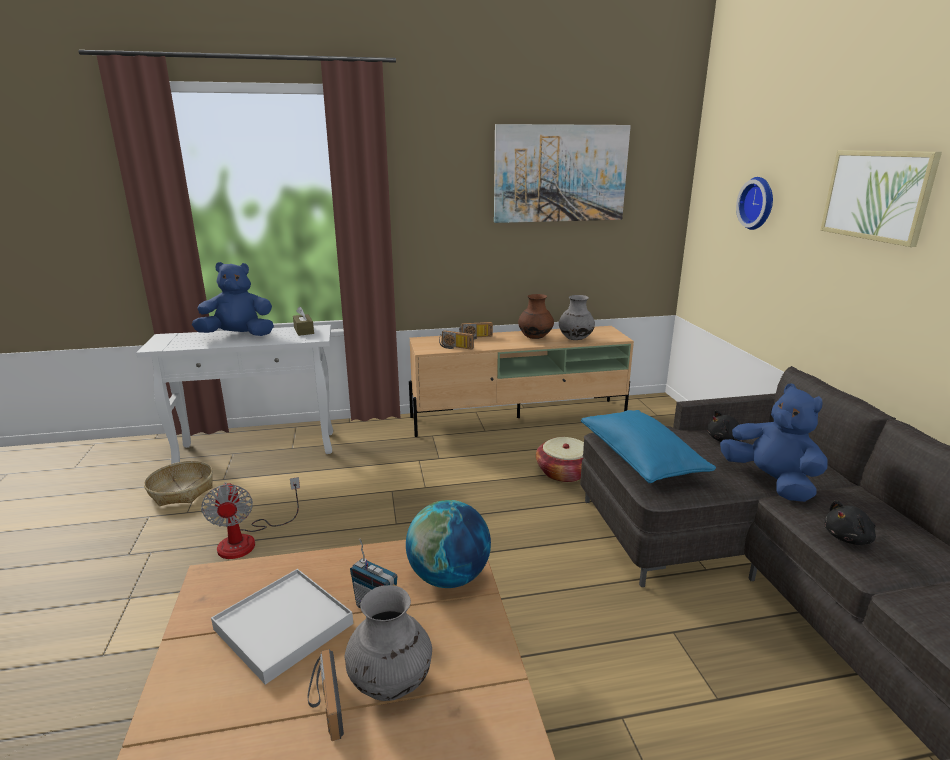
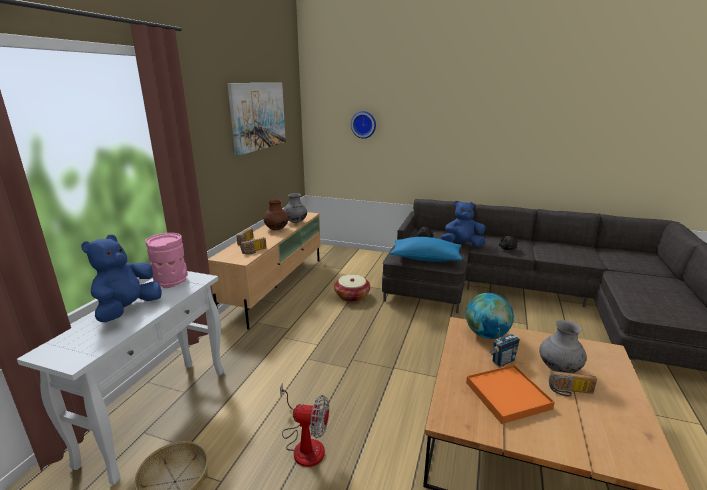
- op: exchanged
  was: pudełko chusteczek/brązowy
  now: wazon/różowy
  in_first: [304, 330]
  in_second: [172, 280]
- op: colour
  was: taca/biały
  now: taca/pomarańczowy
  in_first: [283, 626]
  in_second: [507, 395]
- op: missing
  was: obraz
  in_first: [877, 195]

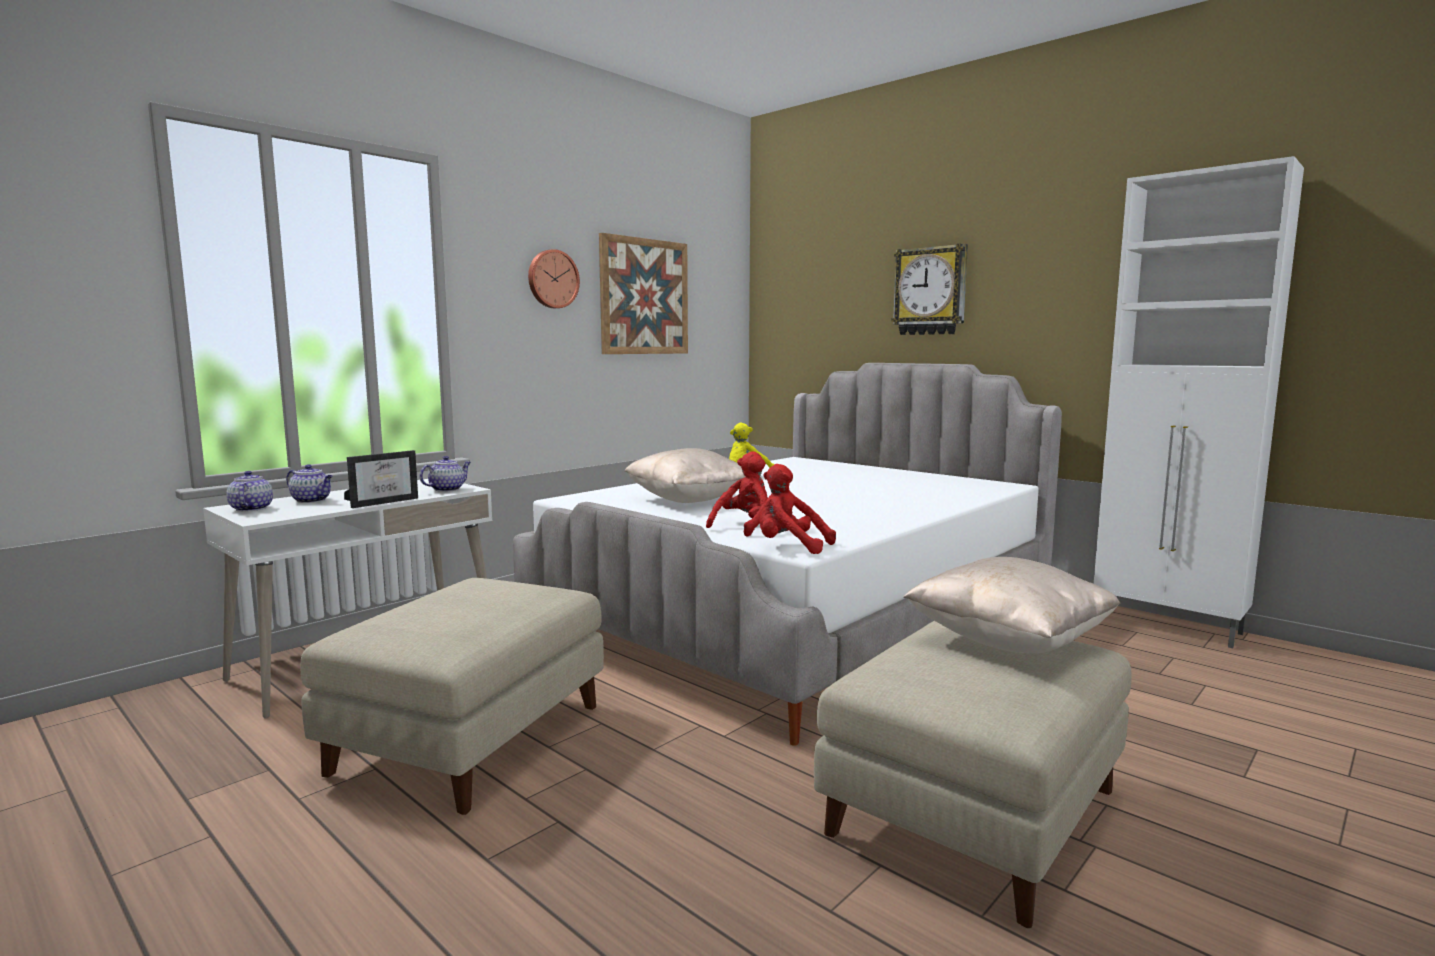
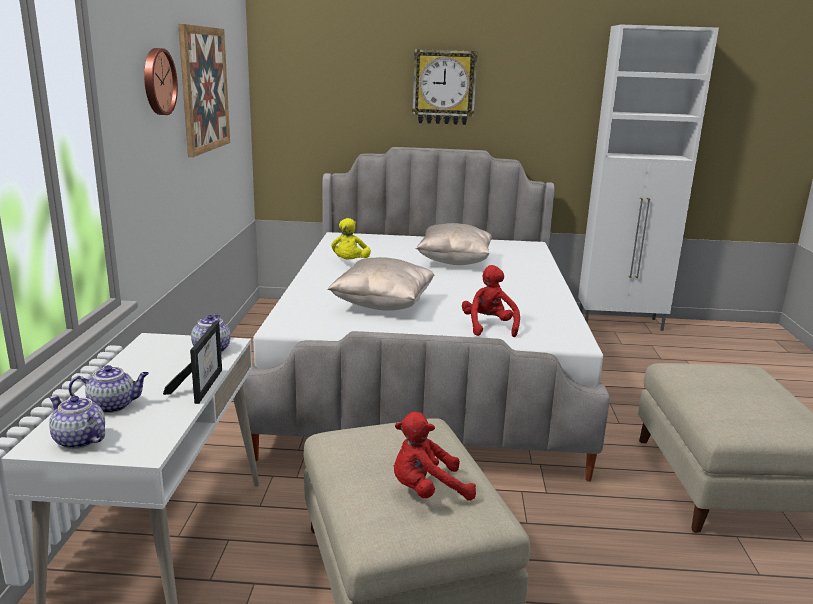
- op: relocated
  was: pluszak/czerwony
  in_first: [789, 547]
  in_second: [427, 491]
- op: relocated
  was: poduszka/beżowy
  in_first: [1009, 641]
  in_second: [454, 262]

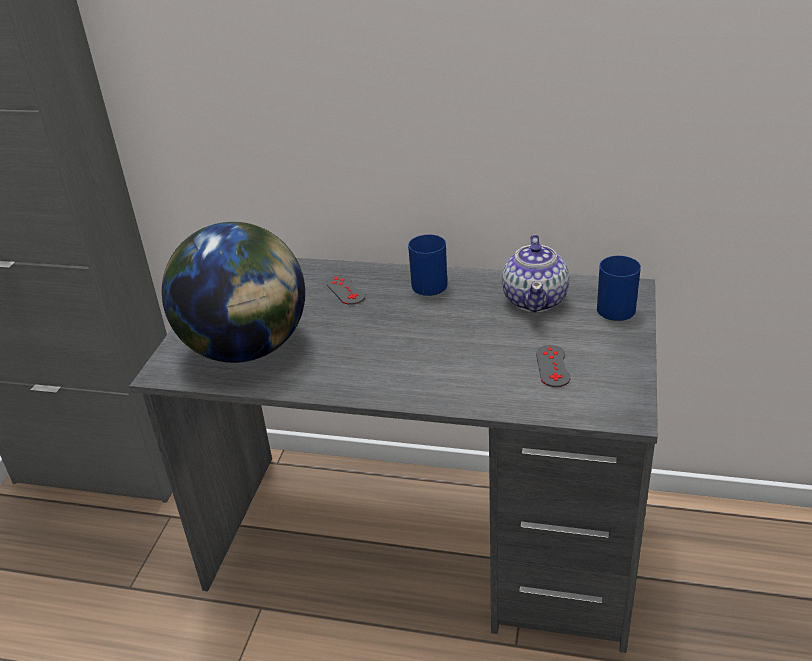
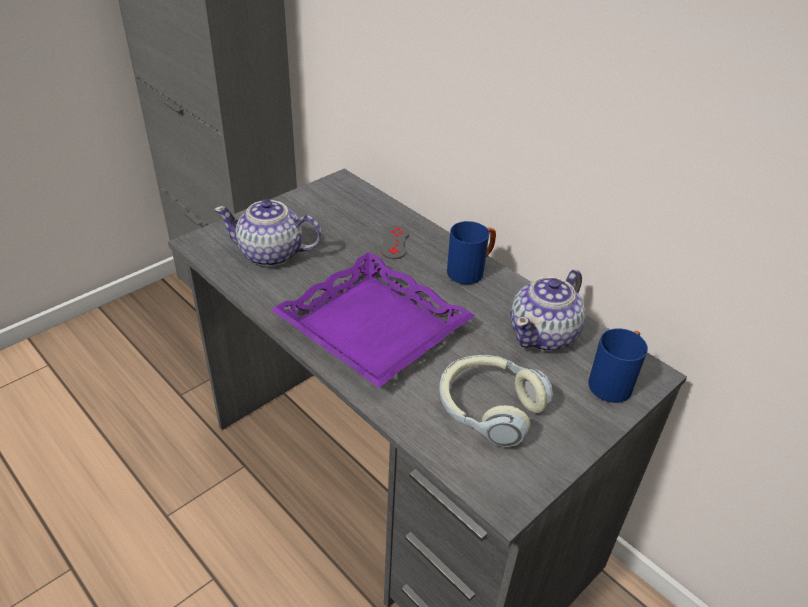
- op: exchanged
  was: globus
  now: imbryk
  in_first: [247, 348]
  in_second: [271, 254]
- op: appeared
  now: taca/fioletowy
  in_second: [371, 328]
- op: exchanged
  was: pad do gier/szary
  now: słuchawki
  in_first: [552, 366]
  in_second: [489, 408]

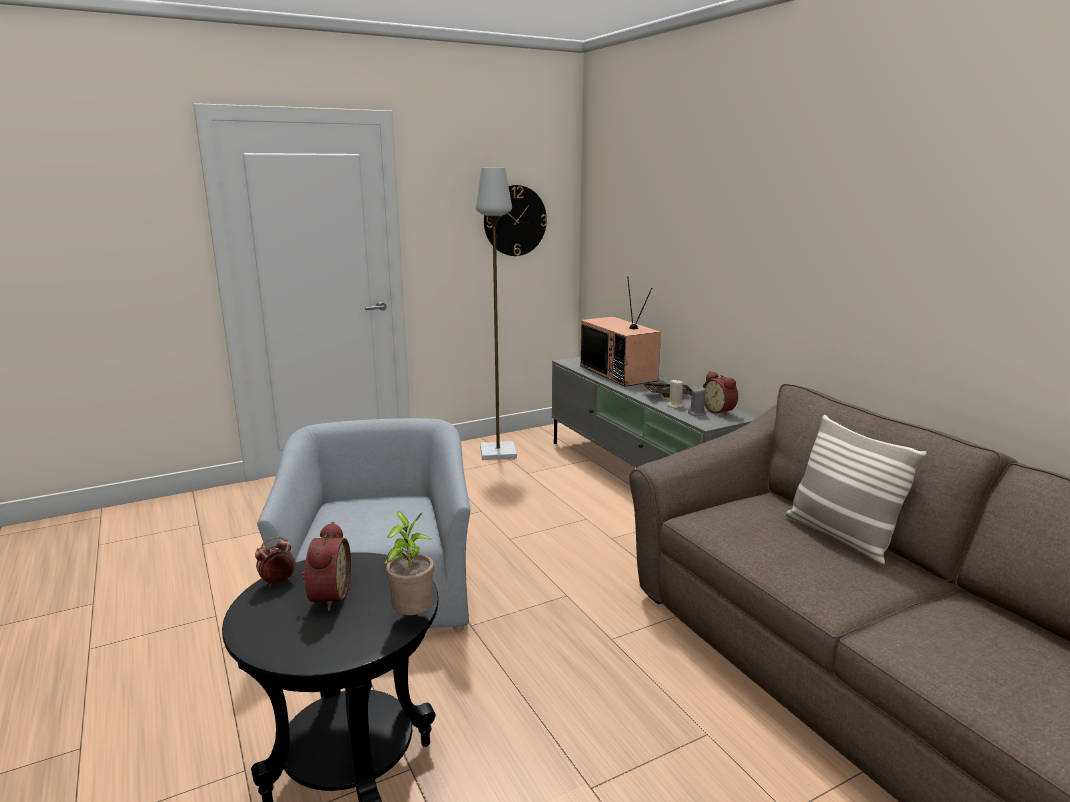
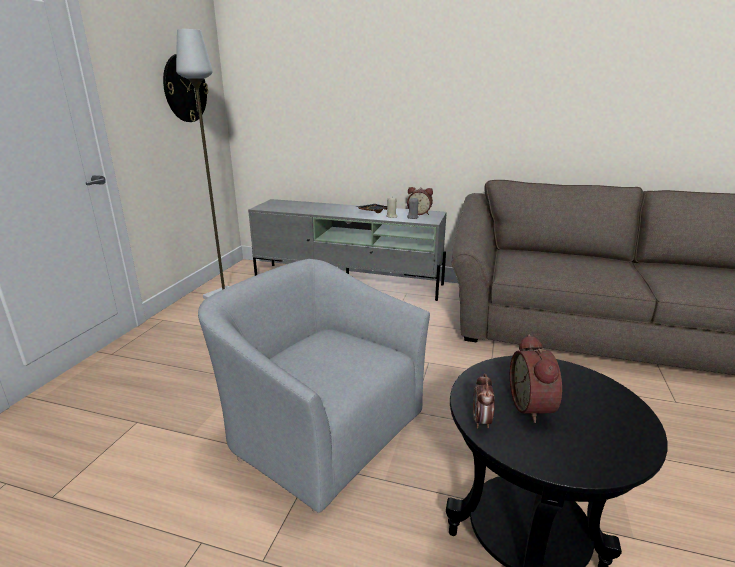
- op: spun
  was: budzik
  in_first: [327, 596]
  in_second: [534, 406]
  clockwise: -135
- op: missing
  was: roślina doniczkowa
  in_first: [412, 617]
- op: missing
  was: telewizor
  in_first: [620, 373]
- op: missing
  was: poduszka
  in_first: [840, 537]

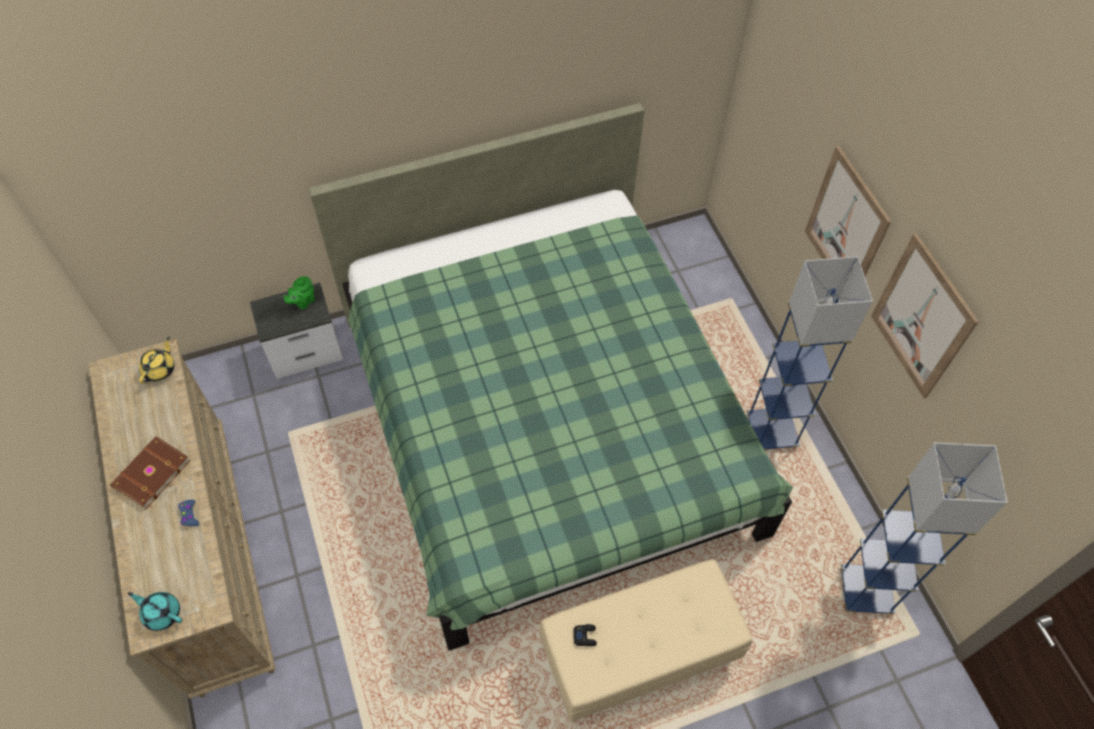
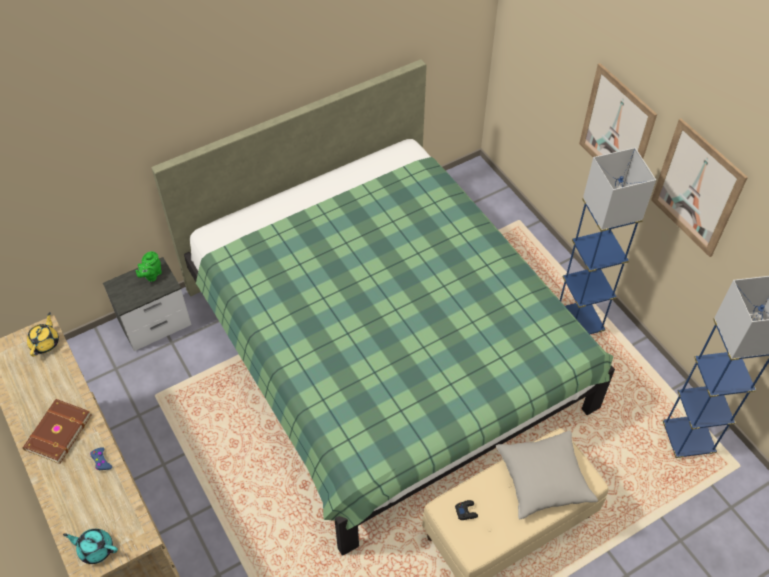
- op: appeared
  now: poduszka/szary
  in_second: [543, 479]

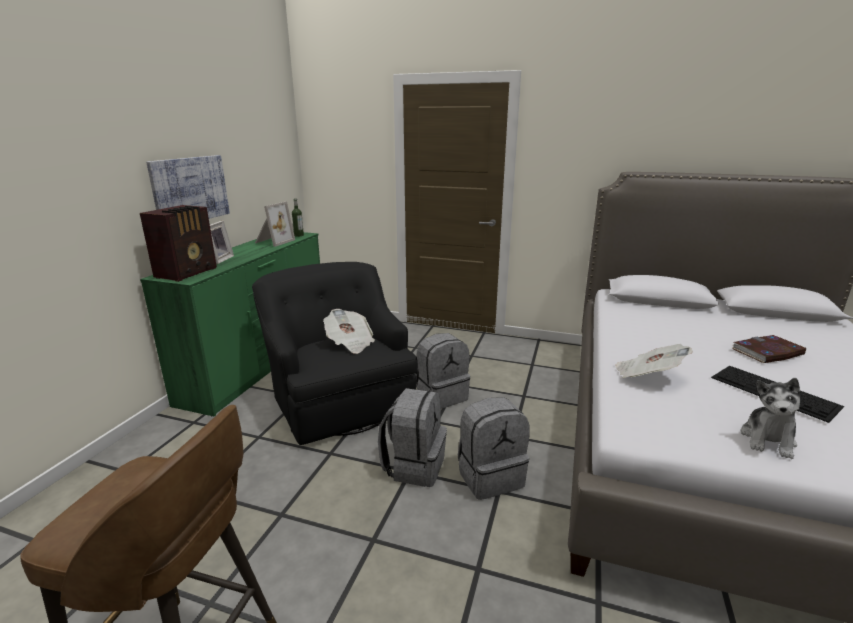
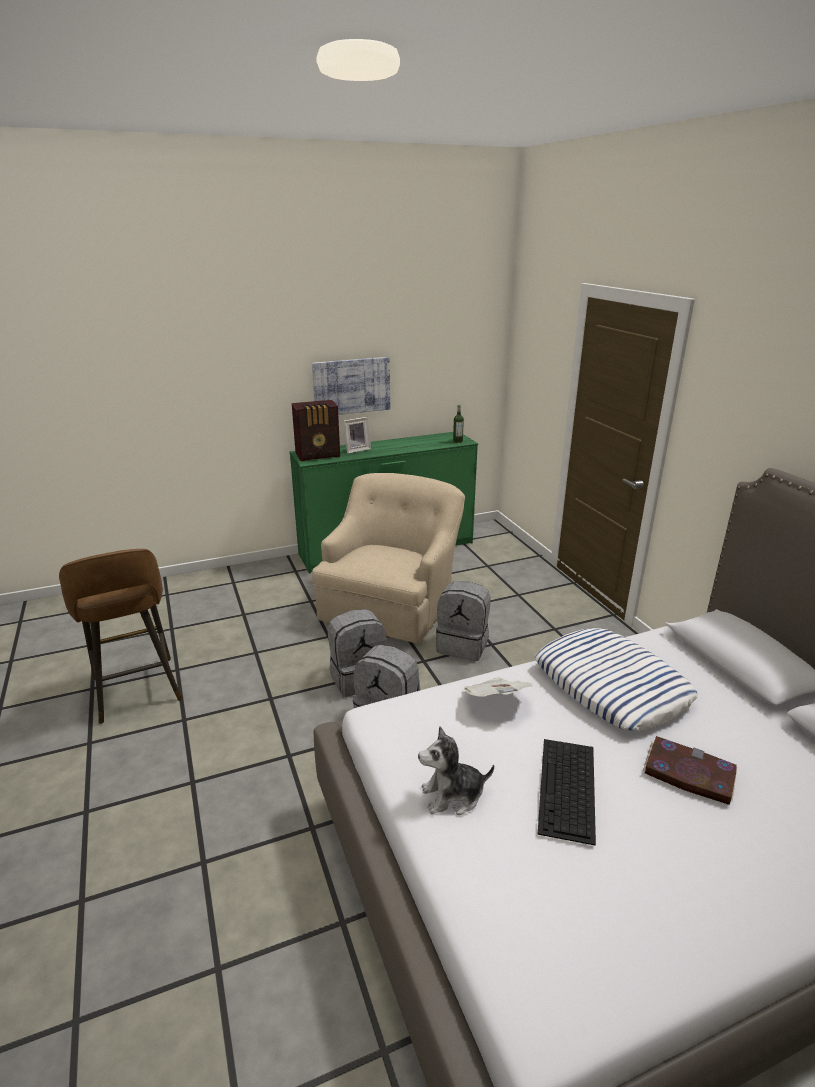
- op: colour
  was: fotel/czarny
  now: fotel/beżowy
  in_first: [340, 399]
  in_second: [391, 605]
- op: appeared
  now: poduszka
  in_second: [611, 686]
- op: missing
  was: ramka na zdjęcie
  in_first: [273, 241]
- op: missing
  was: gazeta
  in_first: [350, 343]

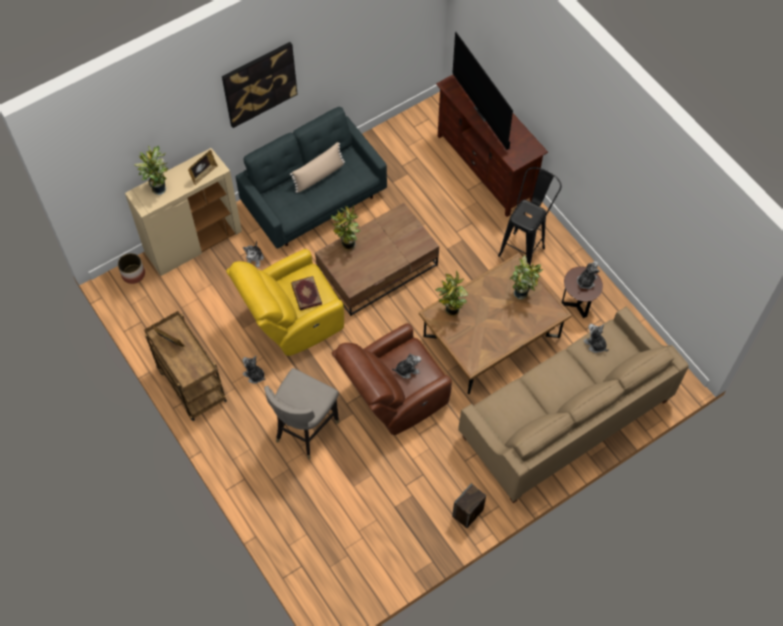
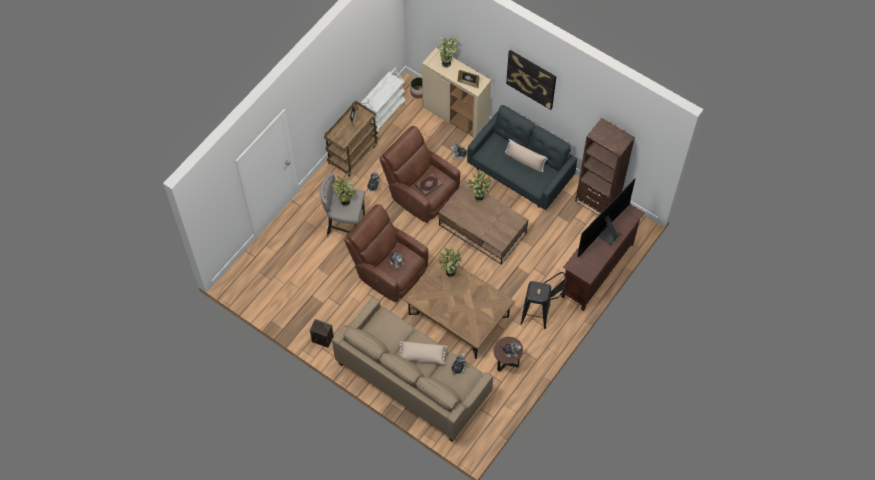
- op: relocated
  was: roślina doniczkowa
  in_first: [522, 293]
  in_second: [345, 203]
- op: appeared
  now: wózek/biały
  in_second: [383, 113]
- op: colour
  was: fotel/żółty
  now: fotel/brązowy
  in_first: [291, 320]
  in_second: [421, 192]
- op: appeared
  now: poduszka/beżowy
  in_second: [422, 355]
- op: appeared
  now: regał/brązowy
  in_second: [597, 201]

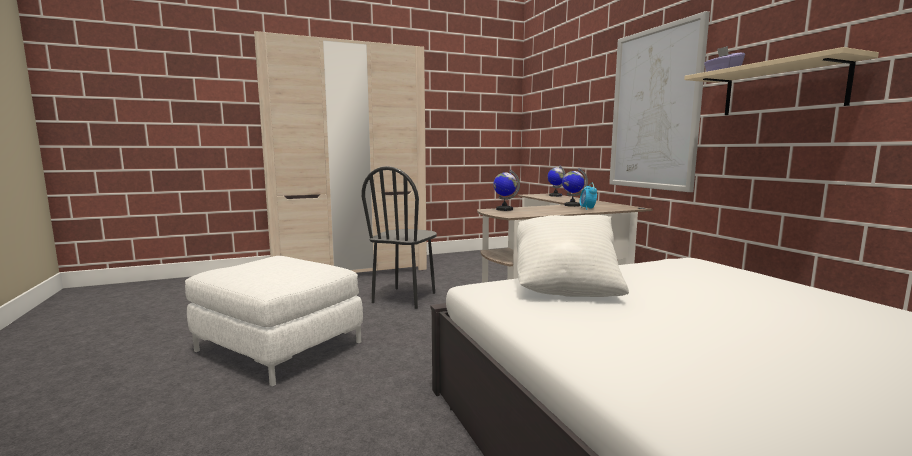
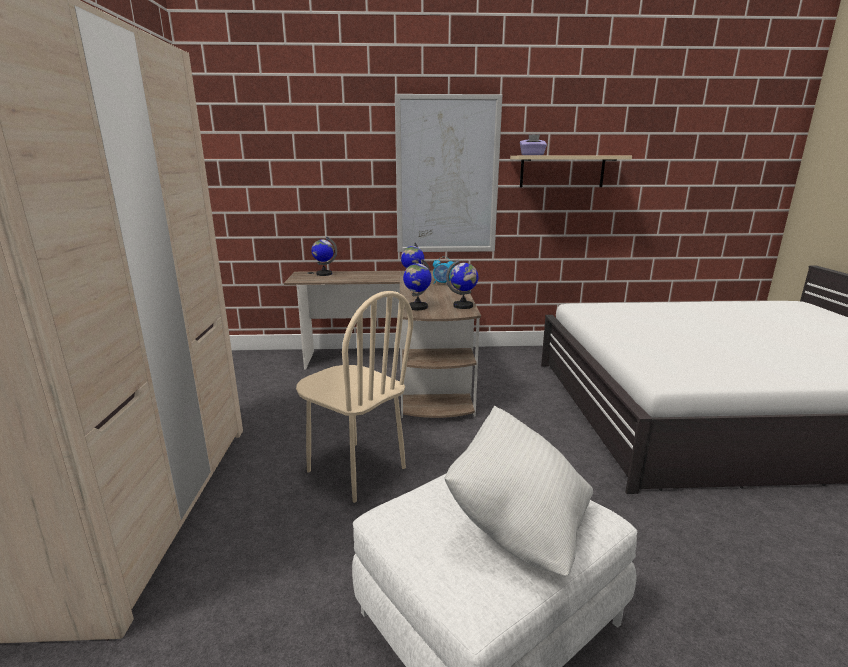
- op: colour
  was: krzesło/czarny
  now: krzesło/beżowy
  in_first: [405, 298]
  in_second: [355, 470]
- op: relocated
  was: poduszka/biały
  in_first: [565, 288]
  in_second: [519, 526]
- op: appeared
  now: globus
  in_second: [463, 306]

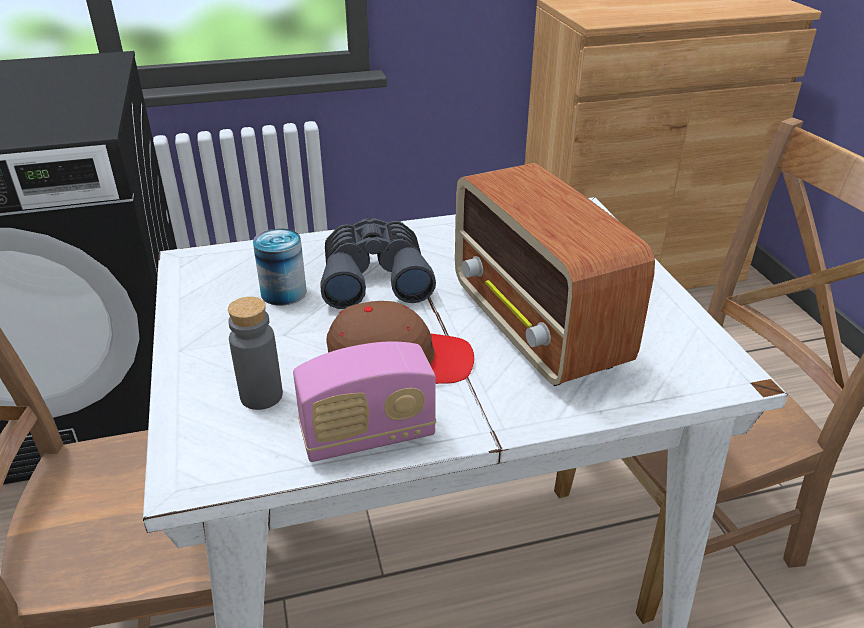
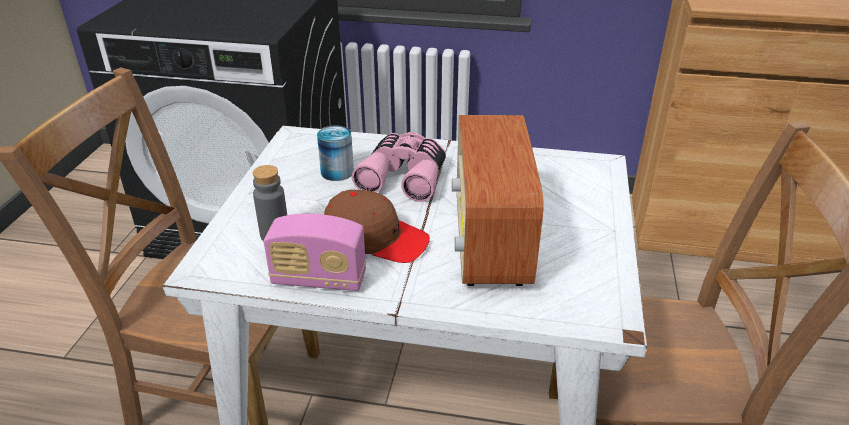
- op: colour
  was: lornetka/szary
  now: lornetka/różowy
  in_first: [375, 277]
  in_second: [404, 176]

